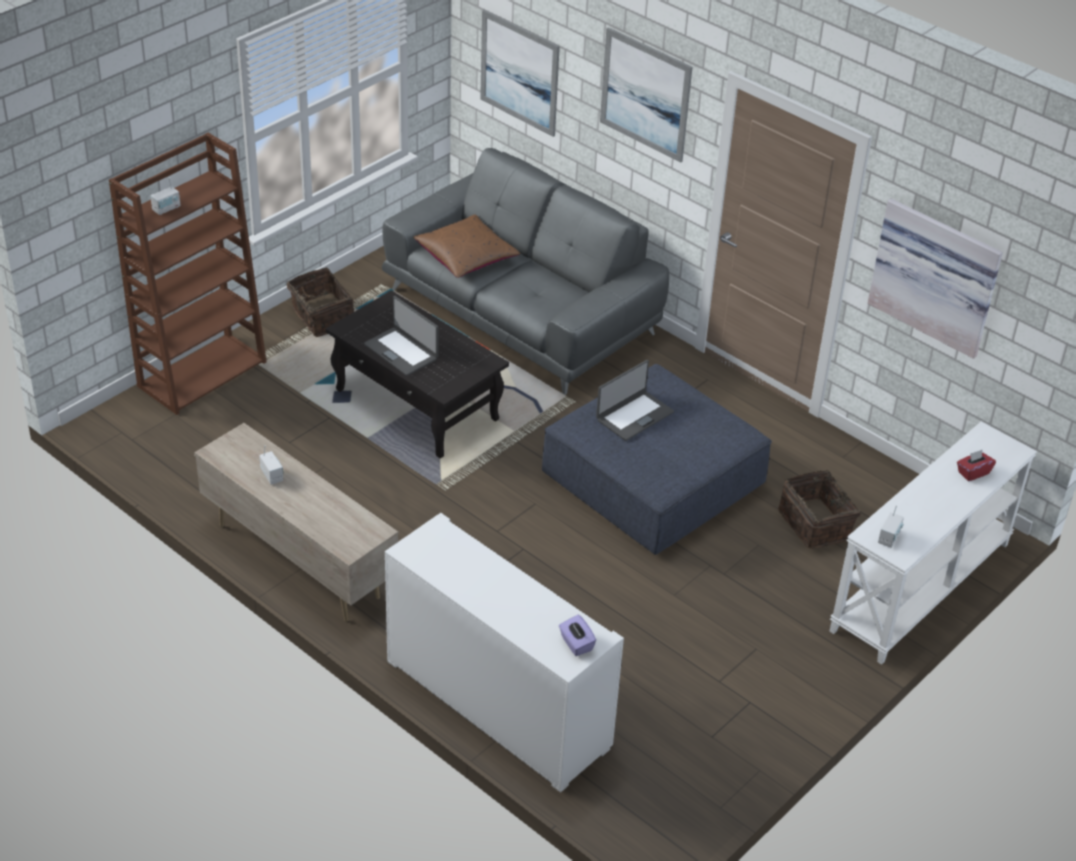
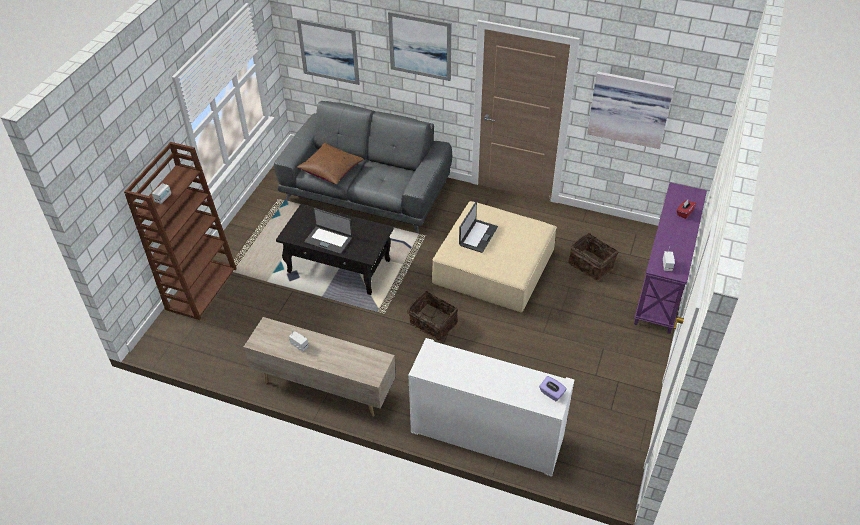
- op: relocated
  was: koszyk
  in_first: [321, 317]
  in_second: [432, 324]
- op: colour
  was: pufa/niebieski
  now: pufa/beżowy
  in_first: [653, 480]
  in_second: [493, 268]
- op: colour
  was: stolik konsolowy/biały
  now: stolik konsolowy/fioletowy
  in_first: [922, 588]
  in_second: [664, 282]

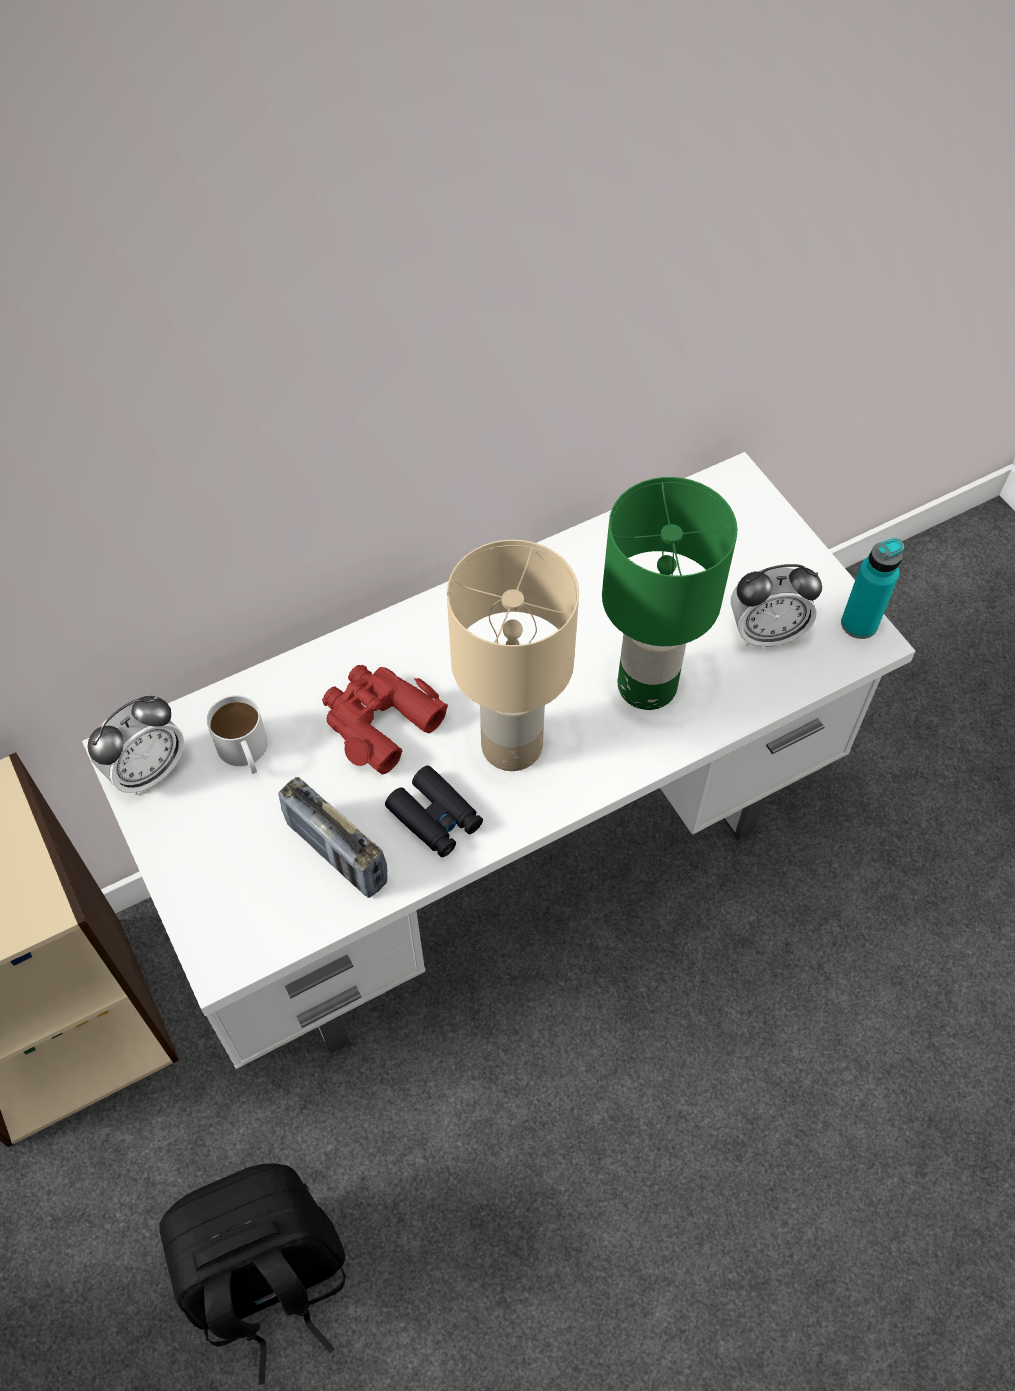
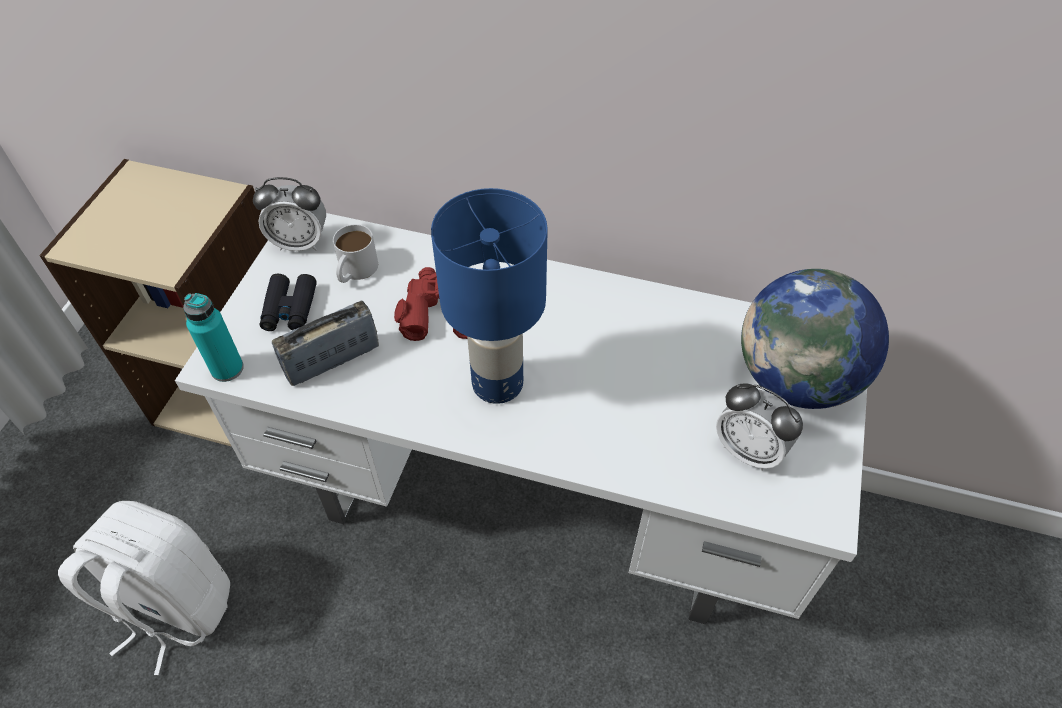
- op: colour
  was: plecak/czarny
  now: plecak/biały
  in_first: [268, 1280]
  in_second: [174, 606]
- op: relocated
  was: butelka/turkusowy
  in_first: [859, 624]
  in_second: [227, 369]
- op: relocated
  was: lornetka/czarny
  in_first: [435, 817]
  in_second: [289, 309]
- op: spun
  was: radio
  in_first: [337, 854]
  in_second: [332, 360]
  clockwise: 60
- op: colour
  was: lampa stołowa/beżowy
  now: lampa stołowa/niebieski
  in_first: [510, 746]
  in_second: [496, 383]
- op: appeared
  now: globus
  in_second: [796, 379]
- op: missing
  was: lampa stołowa/zielony
  in_first: [648, 687]

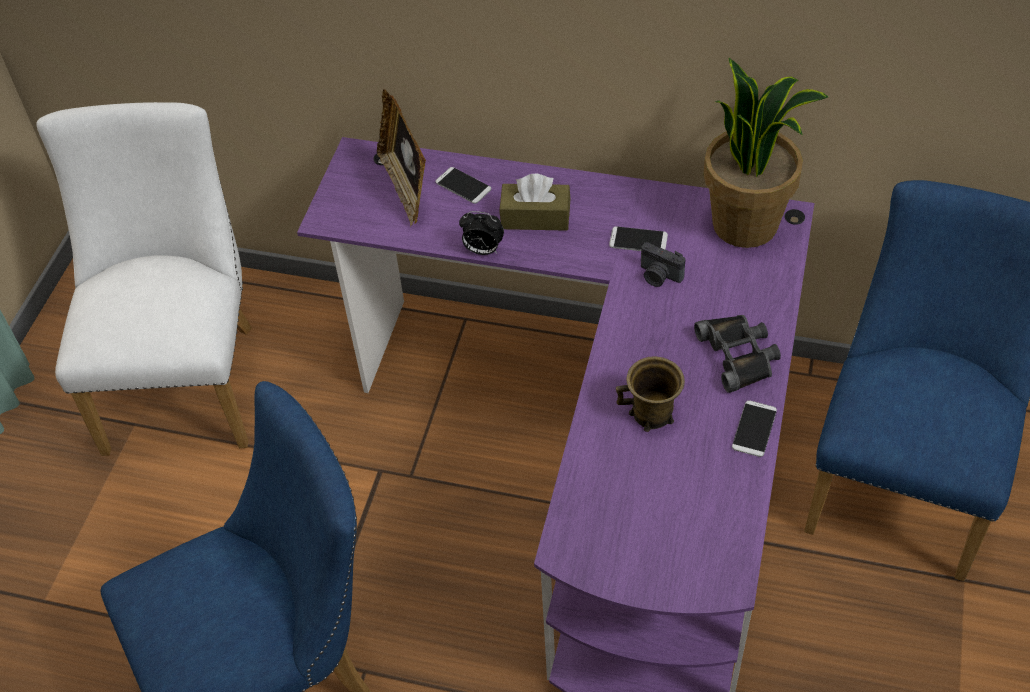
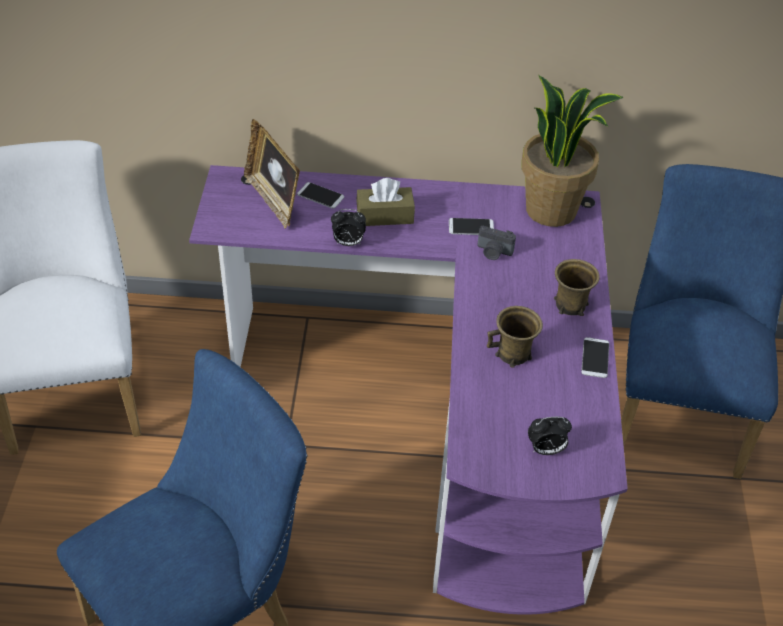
- op: appeared
  now: budzik
  in_second: [545, 450]
- op: exchanged
  was: lornetka/czarny
  now: kubek/brązowy
  in_first: [739, 355]
  in_second: [570, 305]

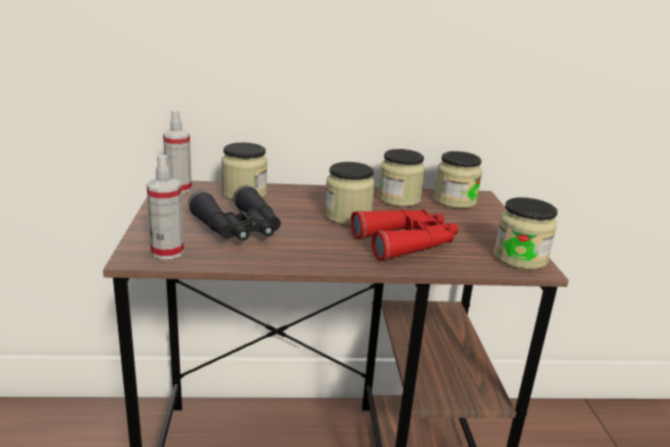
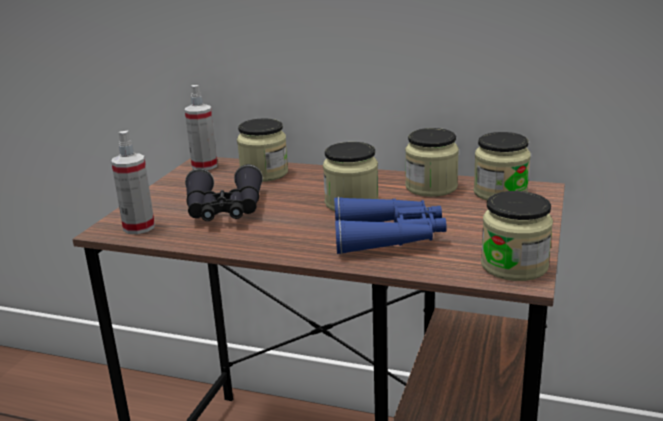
- op: colour
  was: lornetka/czerwony
  now: lornetka/niebieski
  in_first: [406, 243]
  in_second: [389, 237]

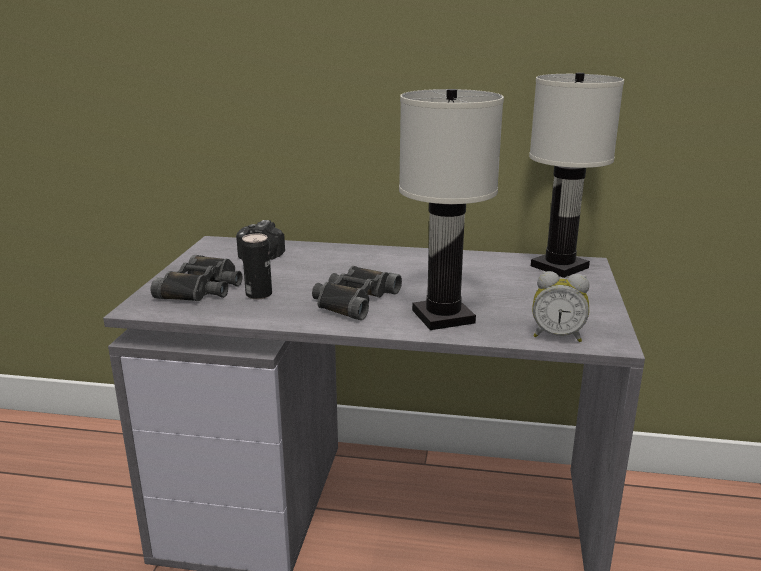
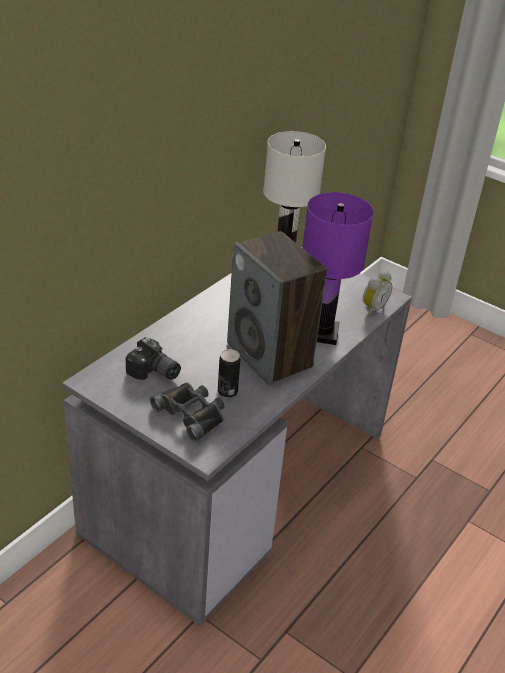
- op: exchanged
  was: lornetka/czarny
  now: głośnik
  in_first: [353, 300]
  in_second: [270, 355]
- op: colour
  was: lampa stołowa/biały
  now: lampa stołowa/fioletowy
  in_first: [444, 317]
  in_second: [322, 333]

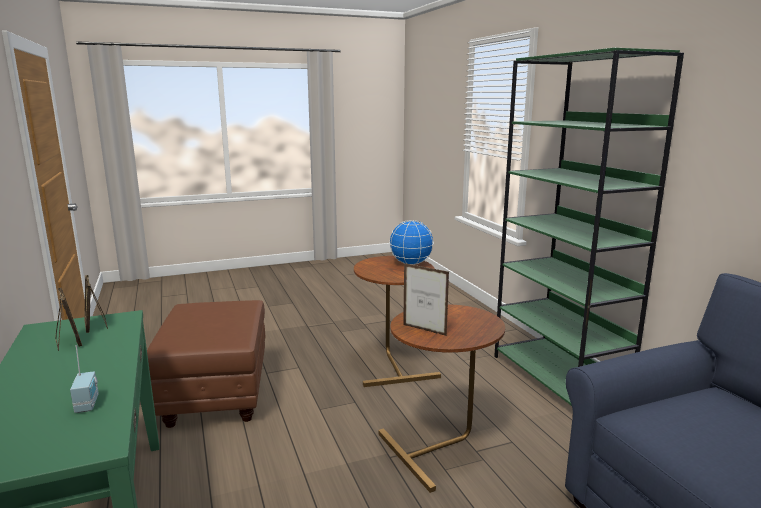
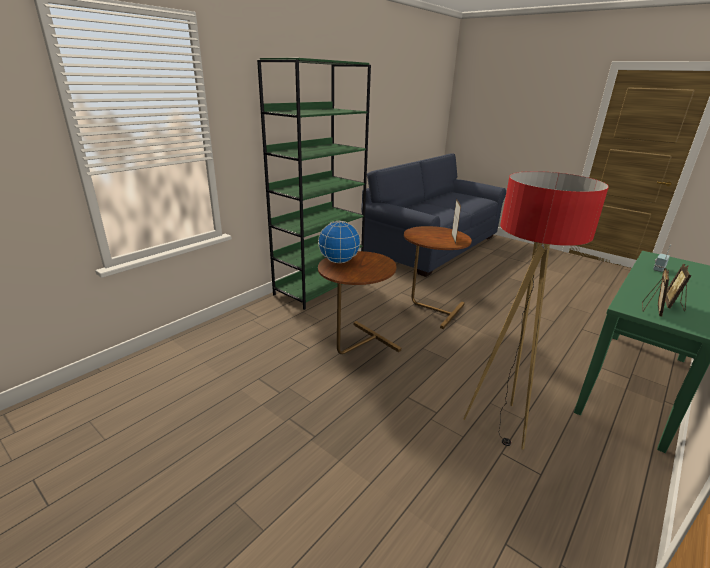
- op: exchanged
  was: pufa/brązowy
  now: lampa stojąca
  in_first: [215, 395]
  in_second: [499, 424]

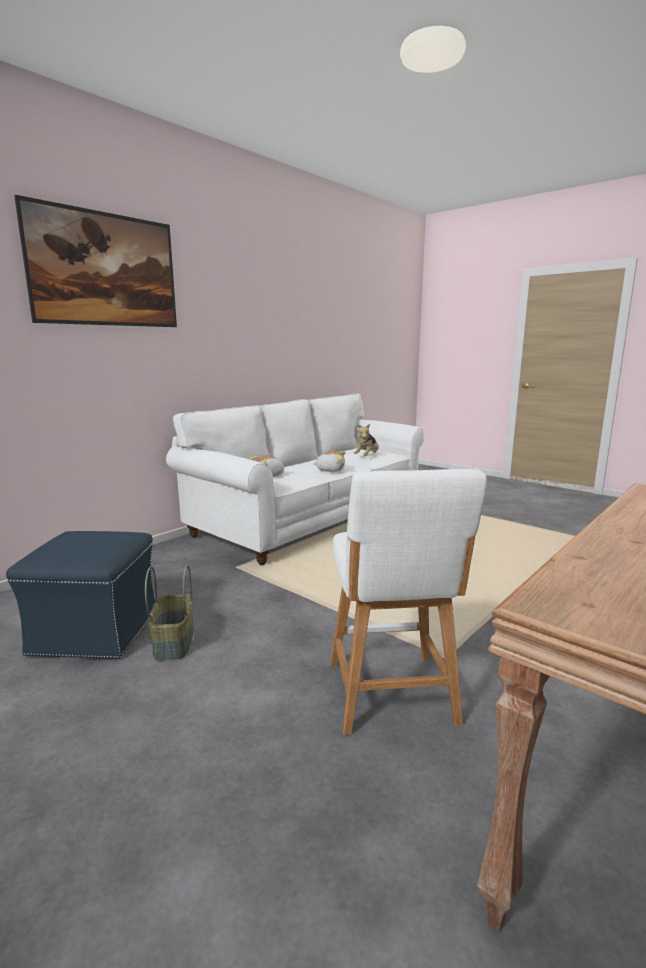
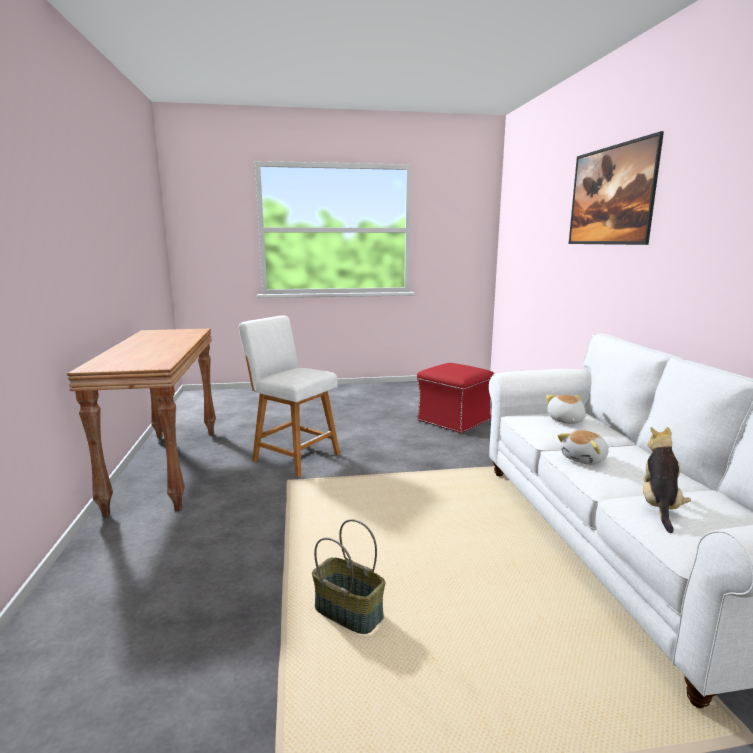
- op: relocated
  was: koszyk
  in_first: [173, 642]
  in_second: [349, 612]
- op: colour
  was: pufa/niebieski
  now: pufa/czerwony
  in_first: [95, 632]
  in_second: [453, 420]
- op: spun
  was: pluszak
  in_first: [367, 457]
  in_second: [659, 506]
  clockwise: 45

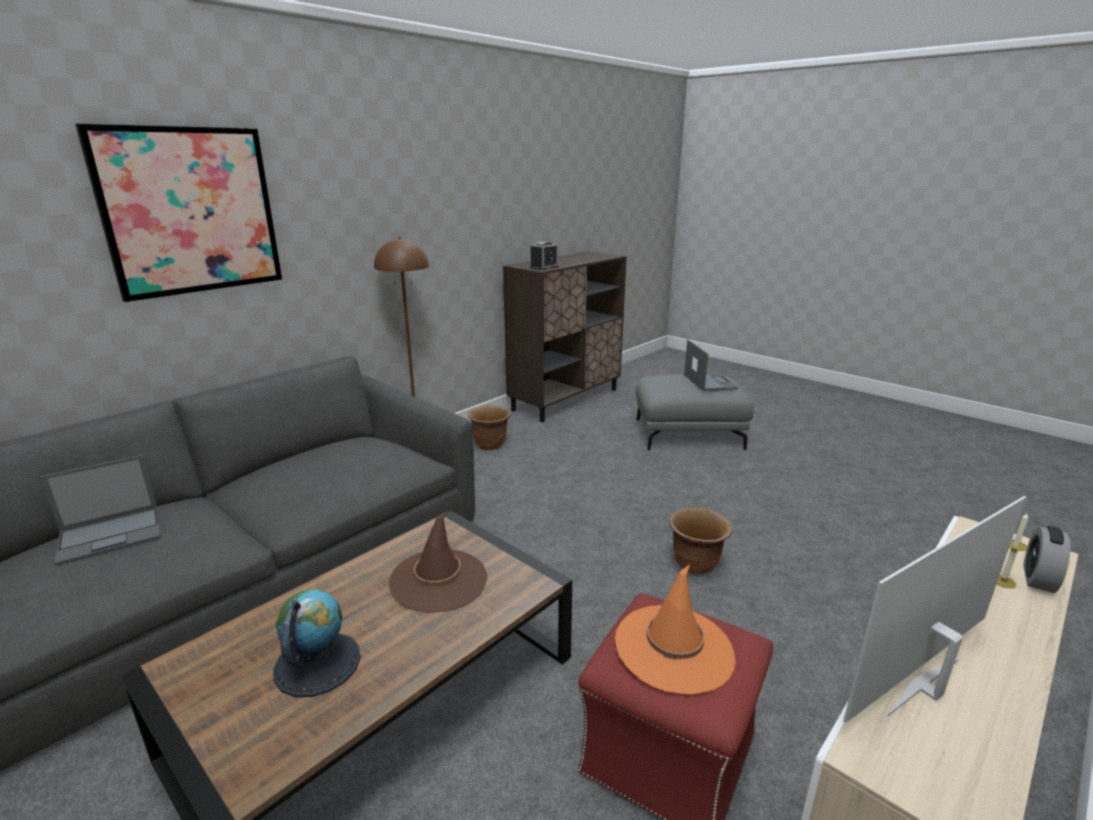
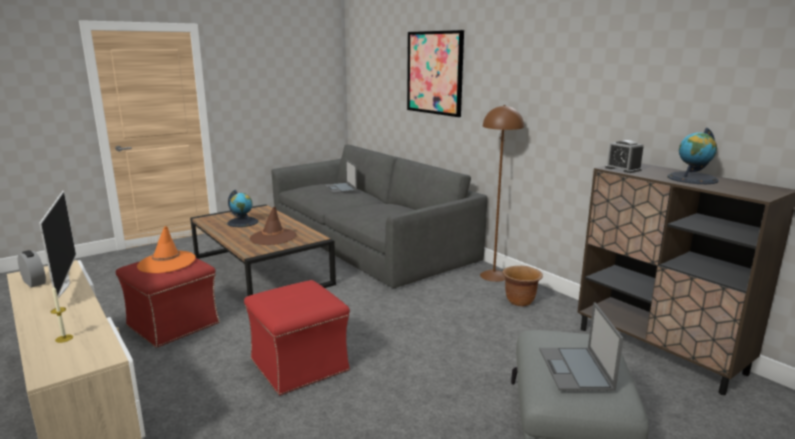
- op: relocated
  was: budzik
  in_first: [1038, 579]
  in_second: [34, 282]
- op: exchanged
  was: donica/brązowy
  now: pufa/czerwony
  in_first: [696, 564]
  in_second: [300, 366]
- op: spun
  was: laptop
  in_first: [709, 381]
  in_second: [576, 369]
  clockwise: 90
- op: appeared
  now: globus
  in_second: [692, 178]

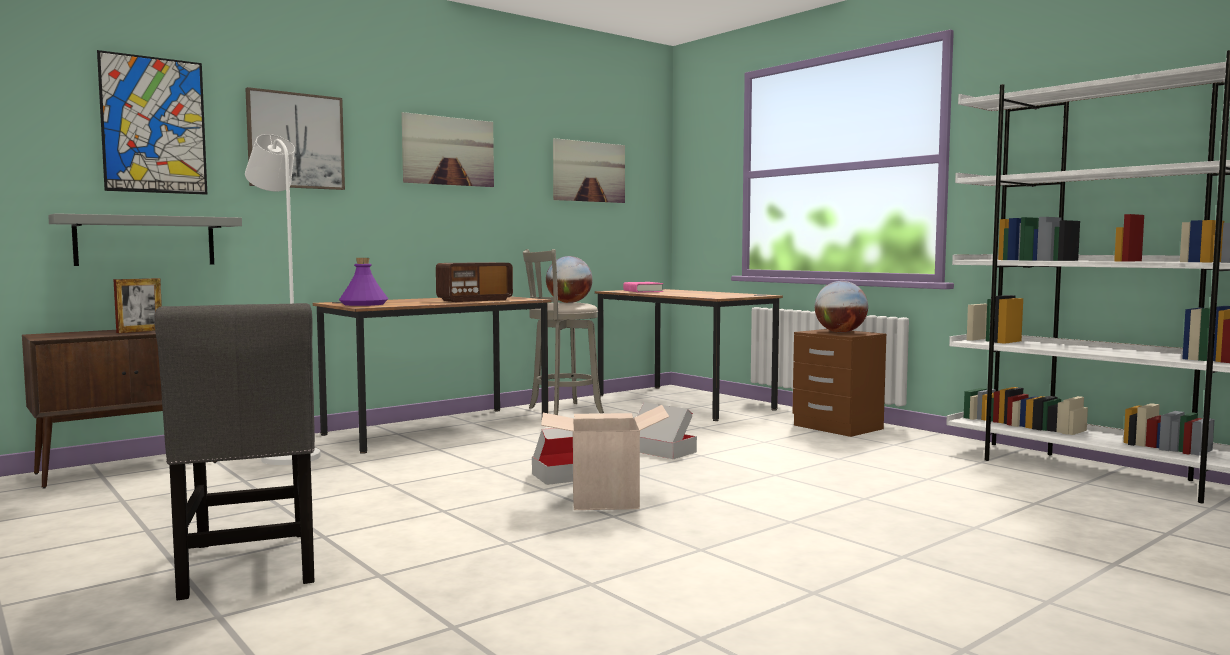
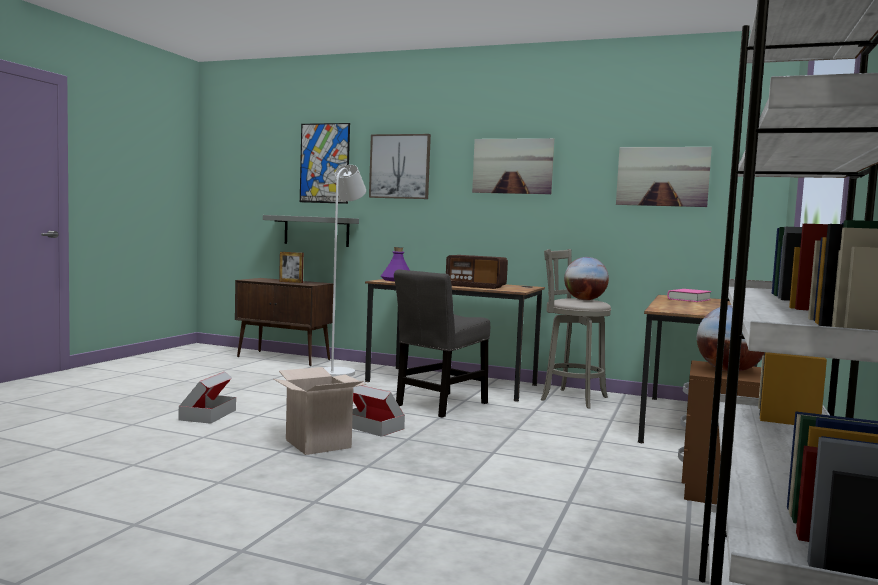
- op: relocated
  was: karton
  in_first: [661, 451]
  in_second: [208, 415]
- op: relocated
  was: krzesło/szary
  in_first: [249, 567]
  in_second: [439, 405]

